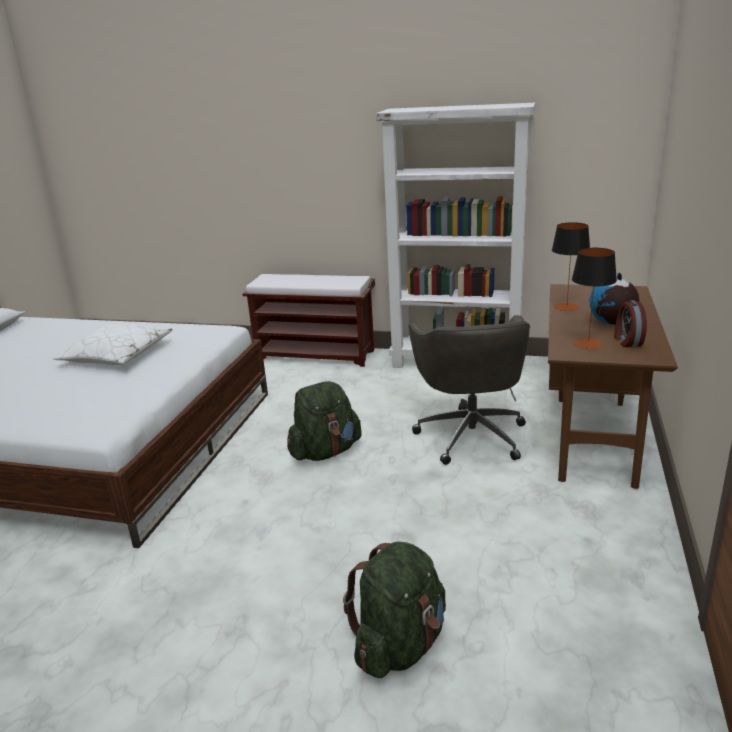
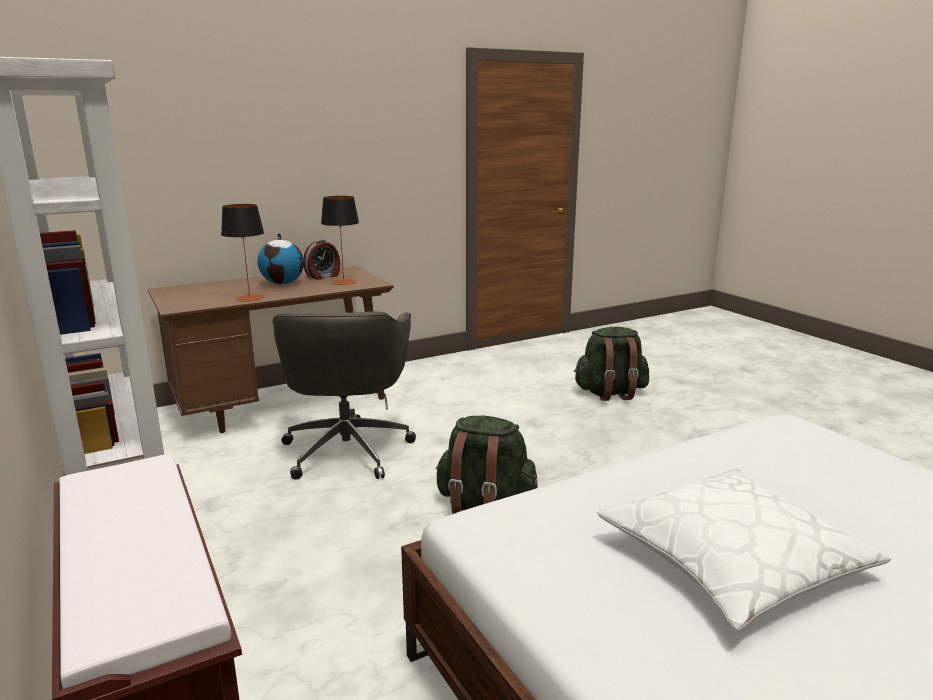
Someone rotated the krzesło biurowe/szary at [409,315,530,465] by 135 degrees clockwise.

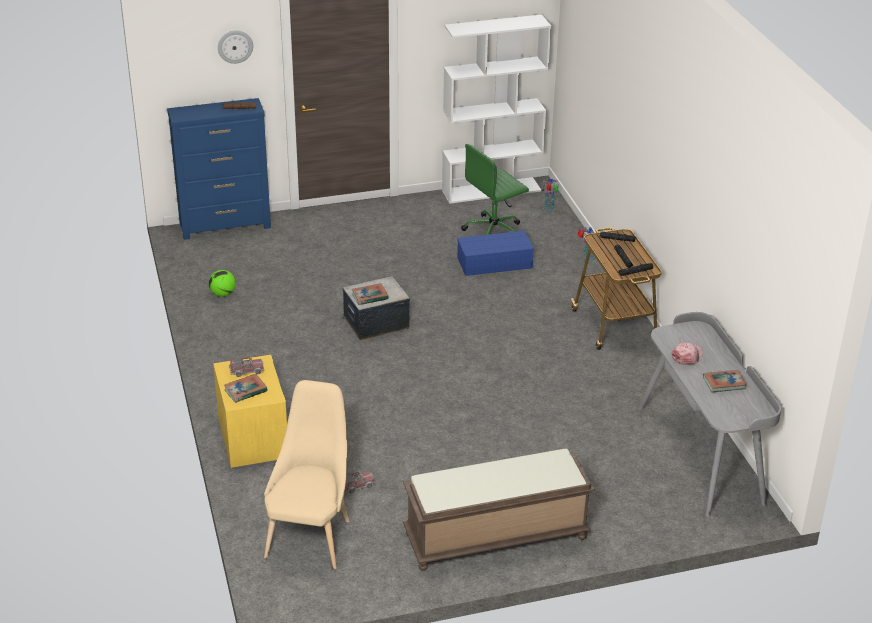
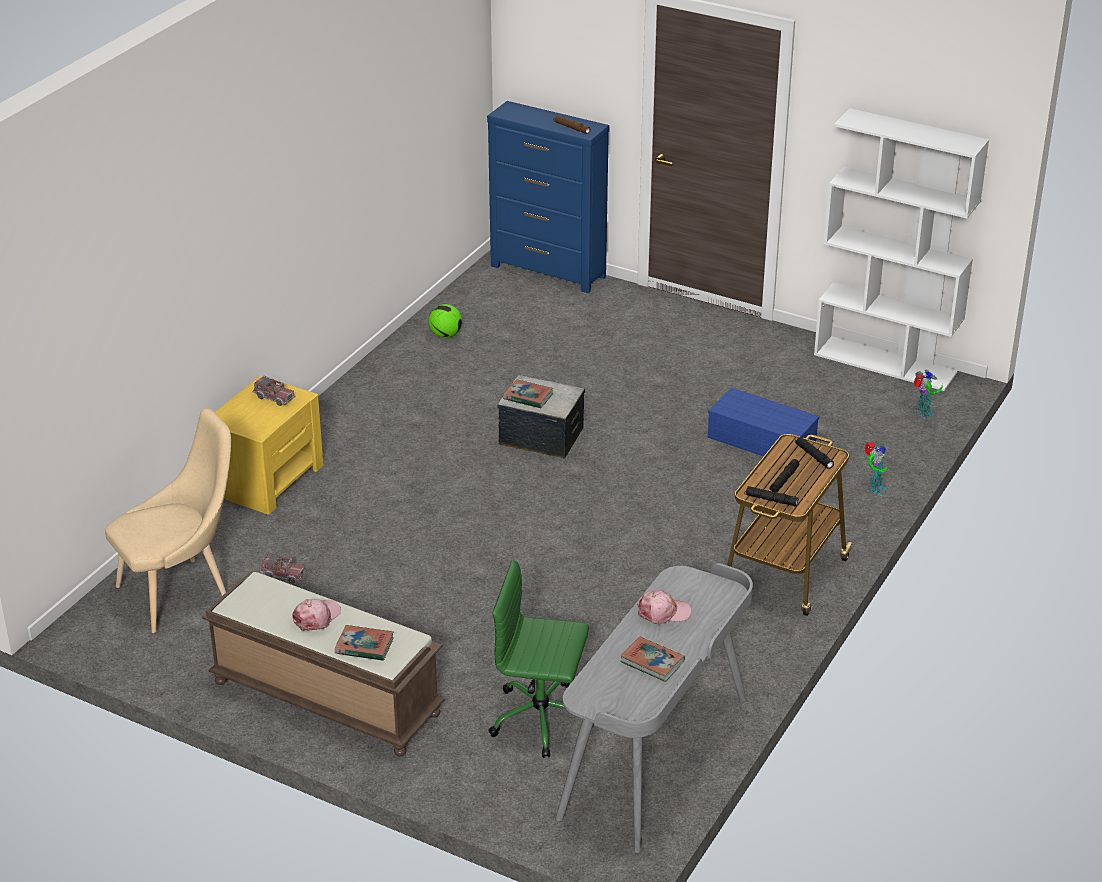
Someone put down the czapka z daszkiem/różowy at [292,599,341,631].
Someone carried the książka from [224,374,268,403] to [335,625,394,661].
Someone carried the krzesło biurowe/zielony from [461,144,529,235] to [488,559,594,758].
Someone took away the zegar ścienny at [218,31,253,64].

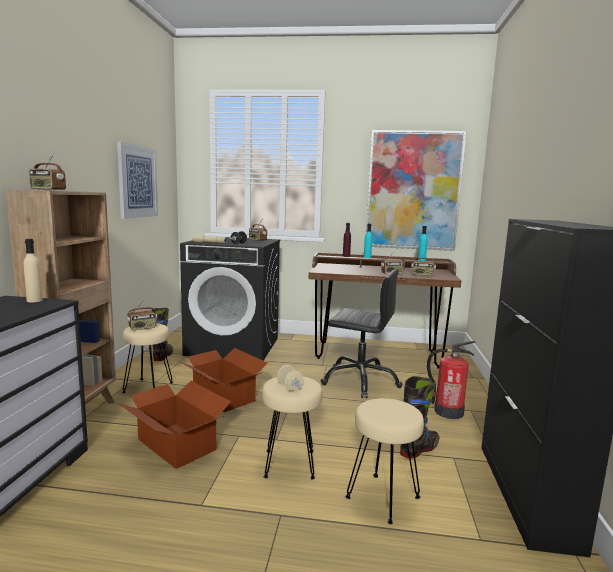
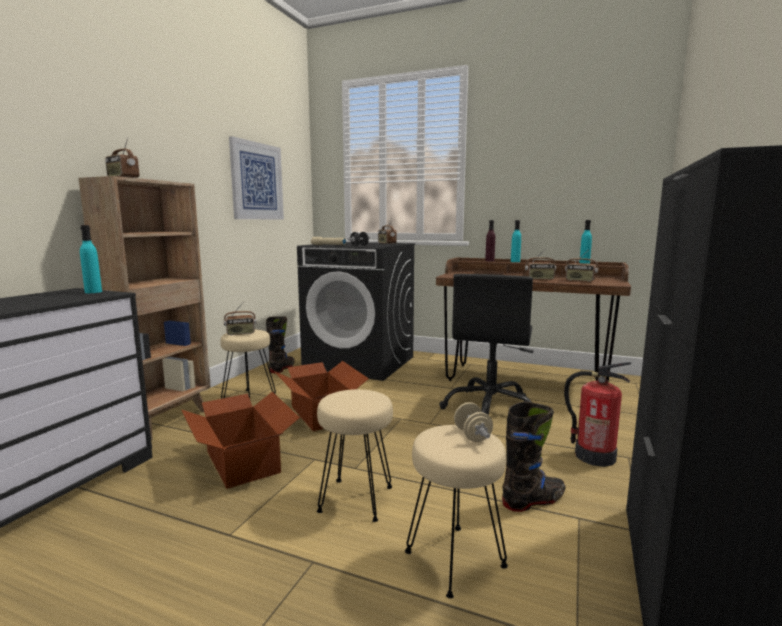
Someone repainted the butelka/beżowy at [23,239,43,302], which became the butelka/turkusowy at [80,225,102,293].
Someone rotated the krzesło biurowe/czarny at [321,269,403,398] by 75 degrees clockwise.
Someone carried the hantel/beżowy from [277,365,303,391] to [454,402,493,442].
Someone took away the obraz at [366,130,466,251].

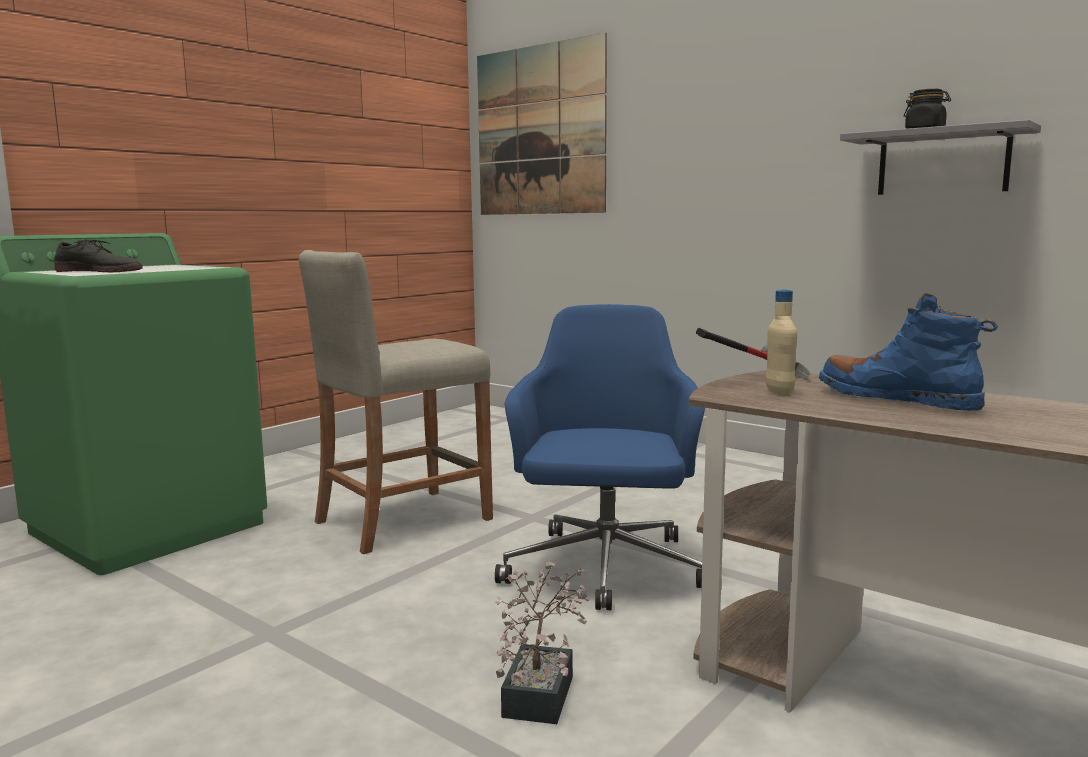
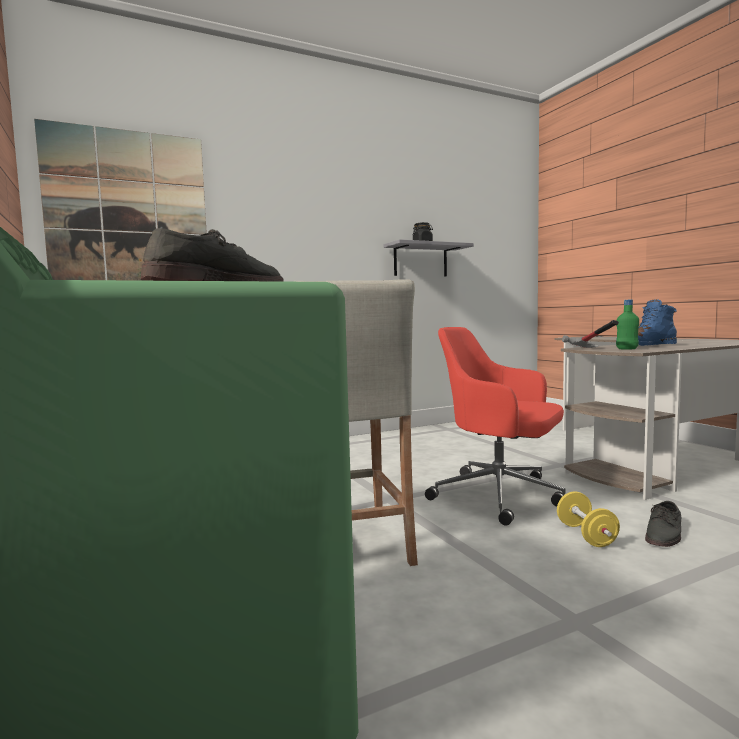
Someone repainted the krzesło biurowe/niebieski at [495,304,705,610], which became the krzesło biurowe/czerwony at [425,327,565,526].
Someone put down the hantel/żółty at [557,492,620,547].
Someone repainted the butelka/beżowy at [765,290,797,395], which became the butelka/zielony at [616,299,639,349].
Someone swapped the roślina doniczkowa at [495,562,589,724] for the but/szary at [645,501,681,547].

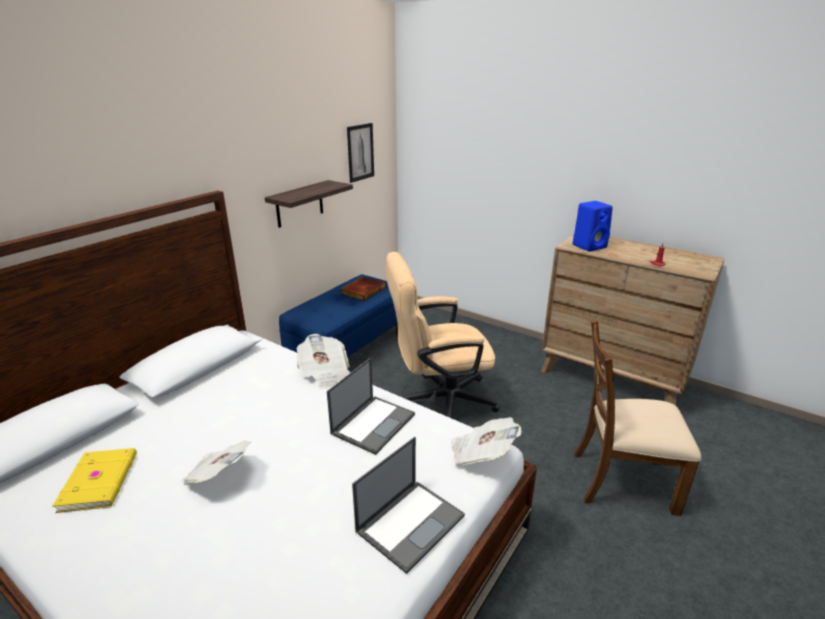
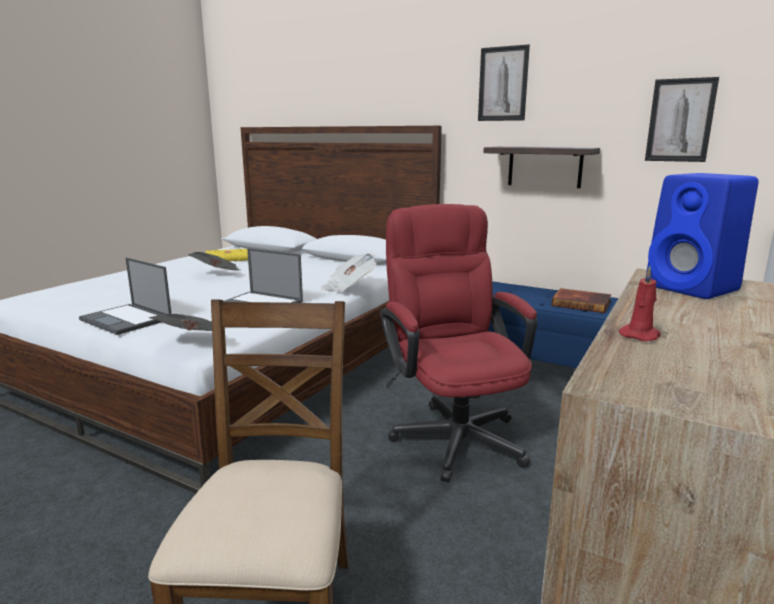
Someone repainted the krzesło biurowe/beżowy at [386,252,500,418], which became the krzesło biurowe/czerwony at [380,204,537,483].
Someone put up the obraz at [478,44,530,121].

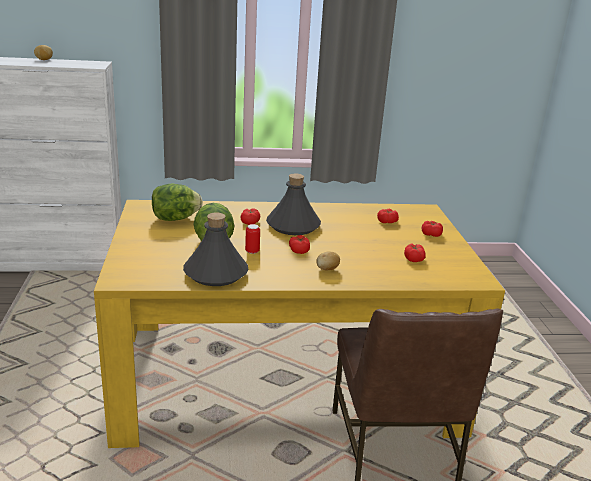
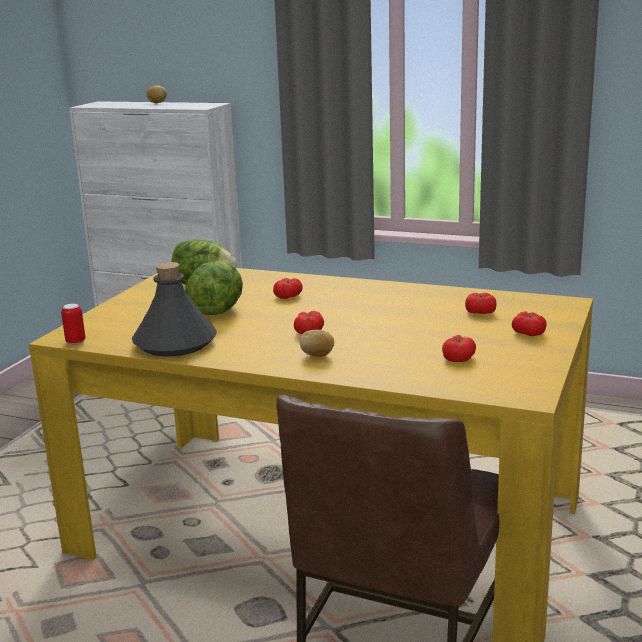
Someone carried the puszka from [245,224,260,254] to [61,303,86,344].
Someone took away the butelka/szary at [266,174,321,235].

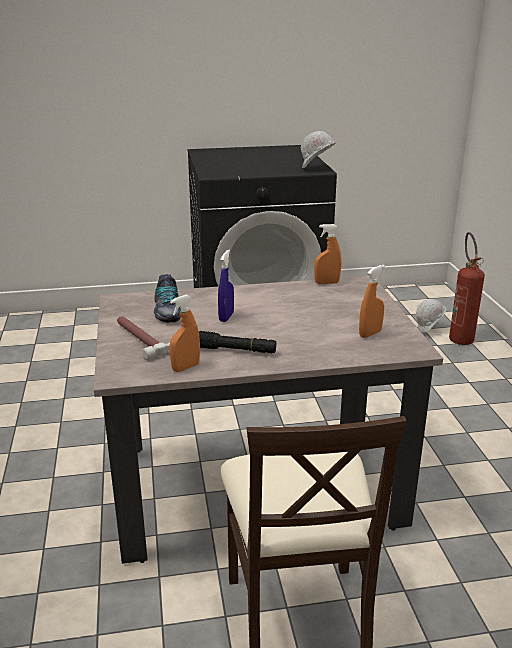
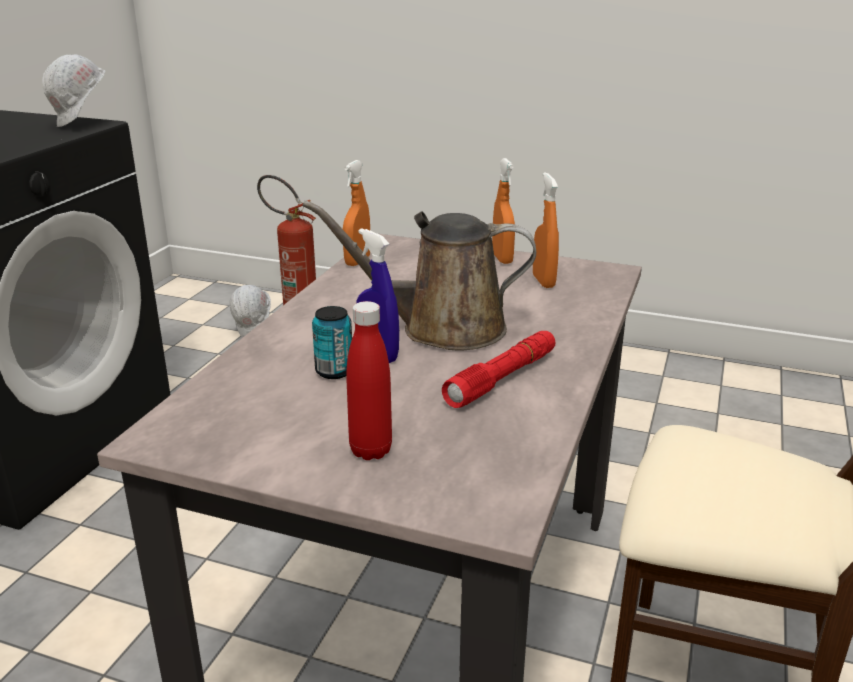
Someone put down the konewka/brązowy at [302,200,536,351].
Someone put down the puszka at [312,306,352,379].
Someone swapped the młotek at [117,316,170,360] for the butelka/czerwony at [346,301,392,460].
Someone repainted the latarka/czarny at [199,331,276,353], which became the latarka/czerwony at [442,331,556,408].
Someone carried the spryskiwacz/pomarańczowy from [169,295,200,372] to [492,158,515,264].
Someone took away the but at [154,274,181,323].

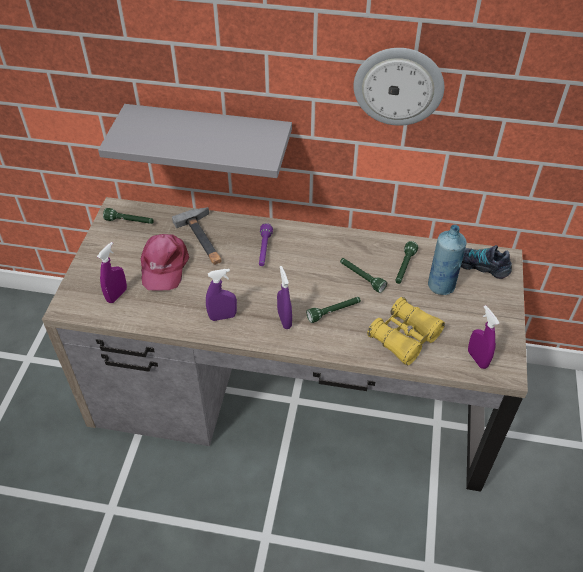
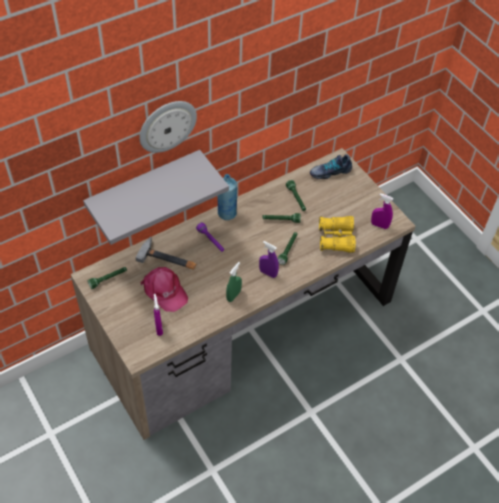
Someone carried the zegar ścienny from [354,48,444,126] to [139,101,197,153].
Someone carried the butelka/niebieski from [428,225,466,295] to [218,174,237,220].
Someone repainted the spryskiwacz/fioletowy at [206,269,237,321], which became the spryskiwacz/zielony at [226,262,242,302].

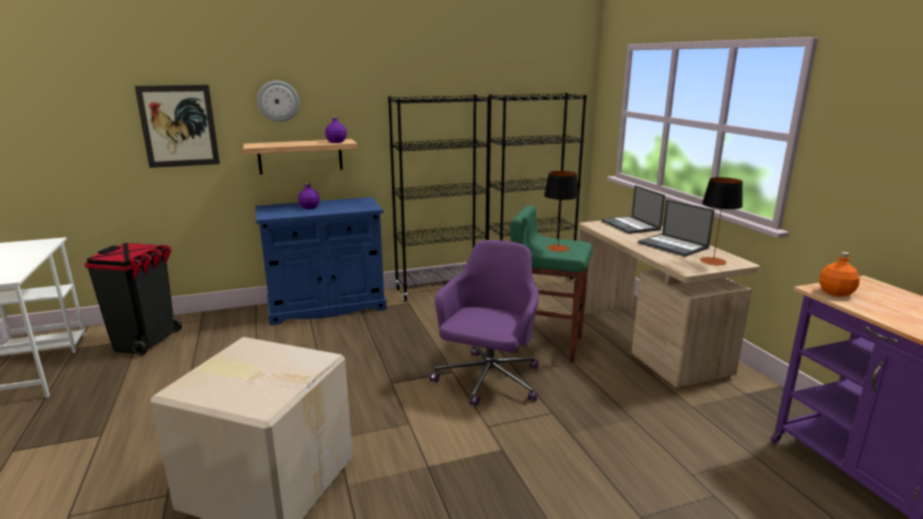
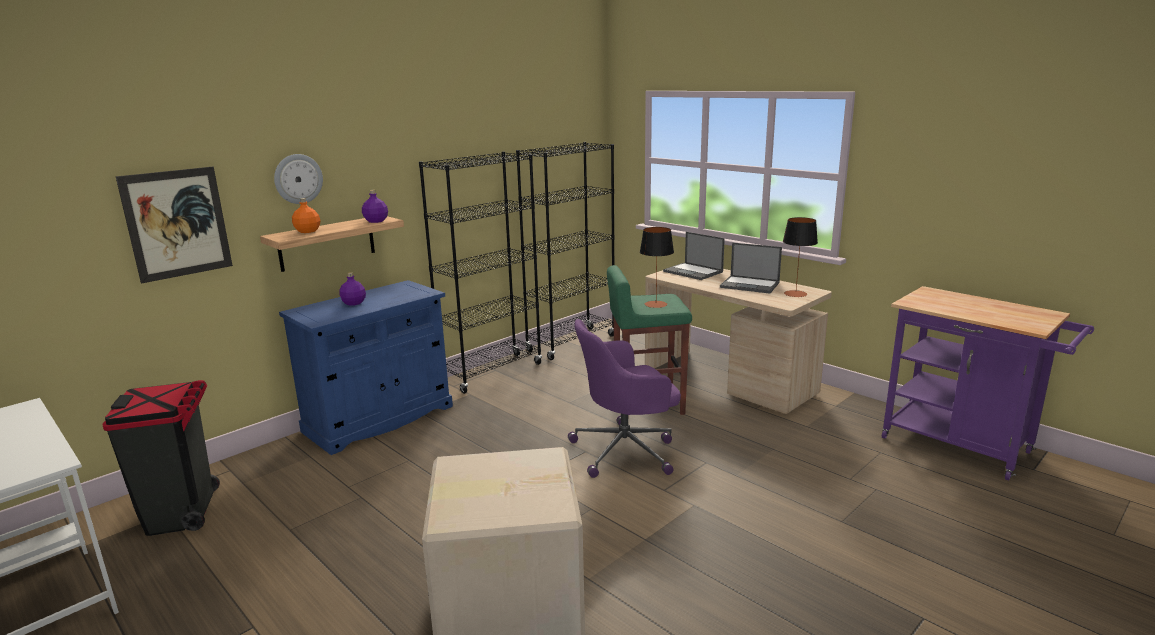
Someone carried the butelka/pomarańczowy from [820,252,860,297] to [292,198,320,233].
Someone rotated the krzesło biurowe/fioletowy at [429,240,539,406] by 105 degrees counterclockwise.

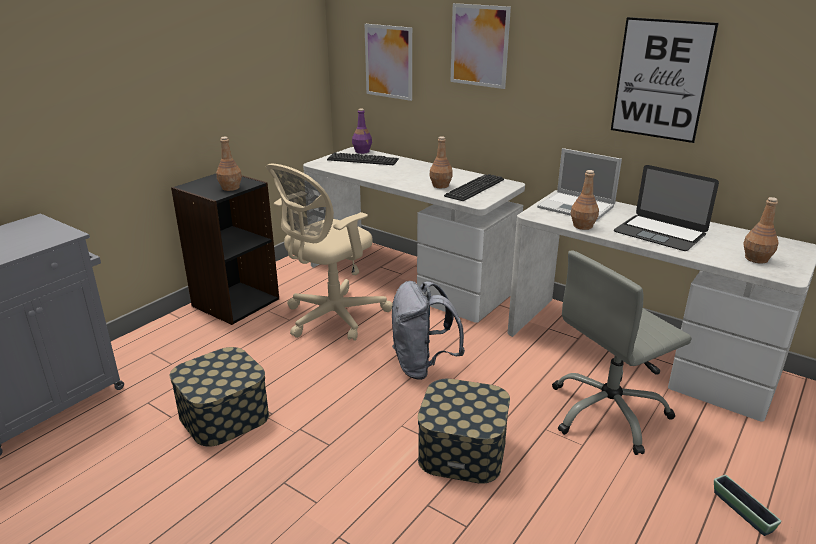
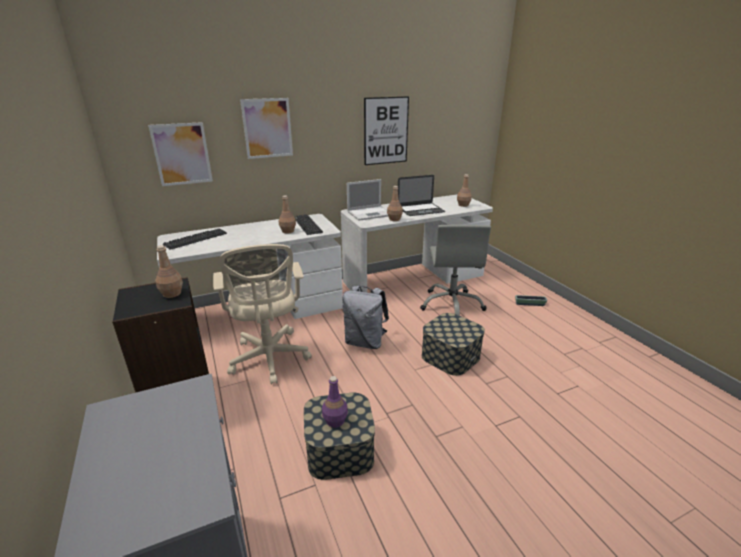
Someone carried the butelka/fioletowy from [352,109,372,154] to [322,376,348,428].

